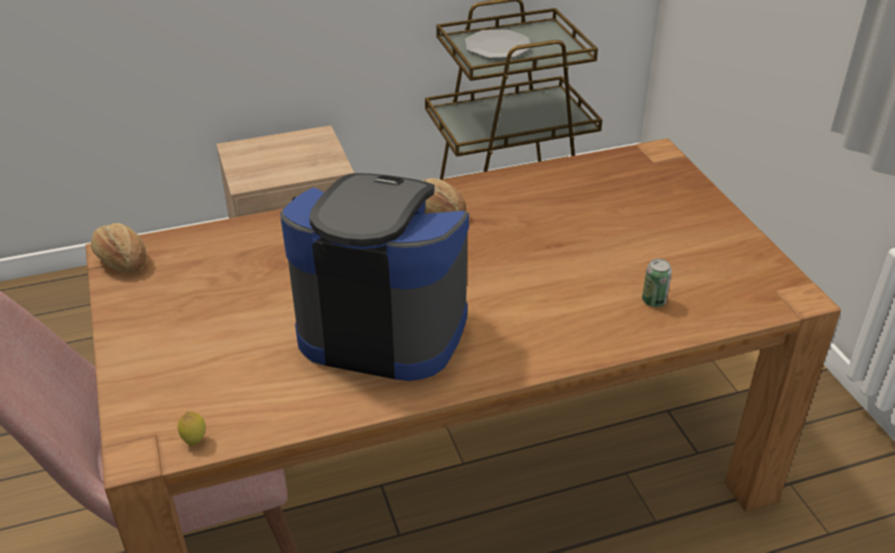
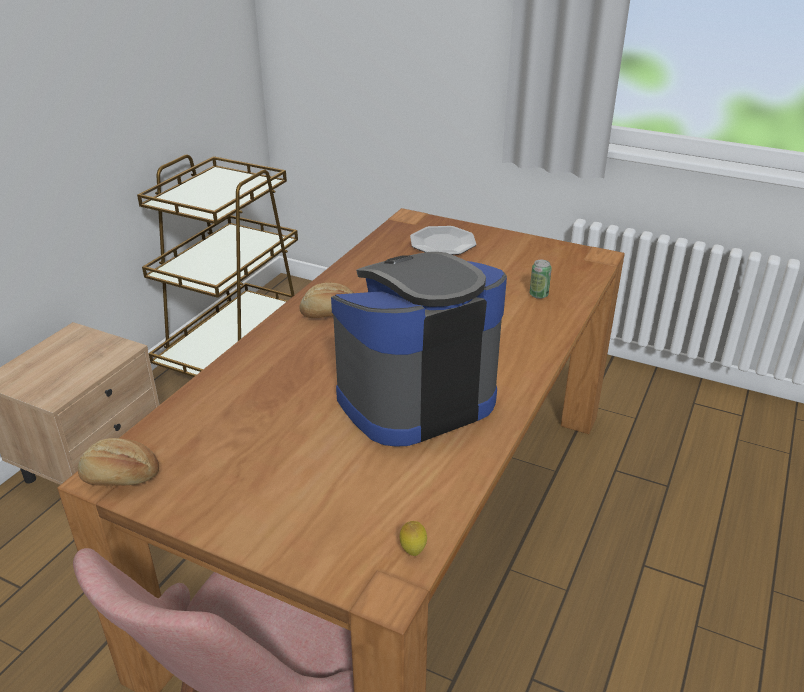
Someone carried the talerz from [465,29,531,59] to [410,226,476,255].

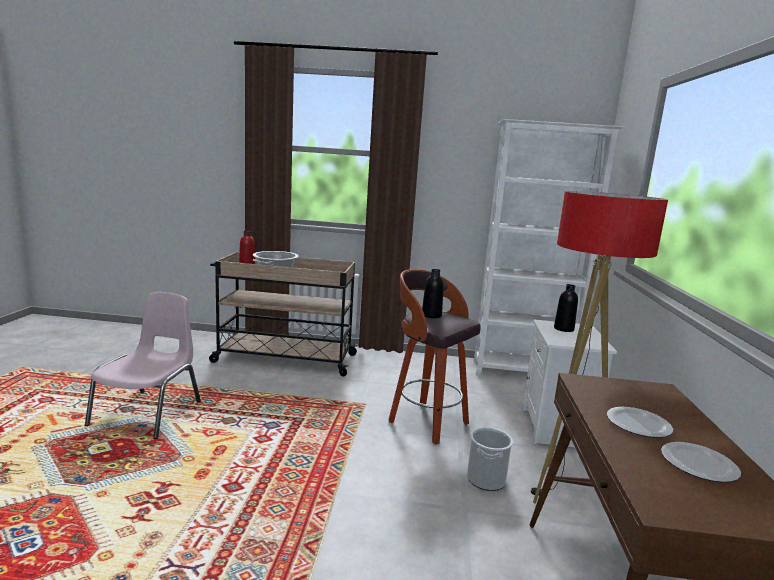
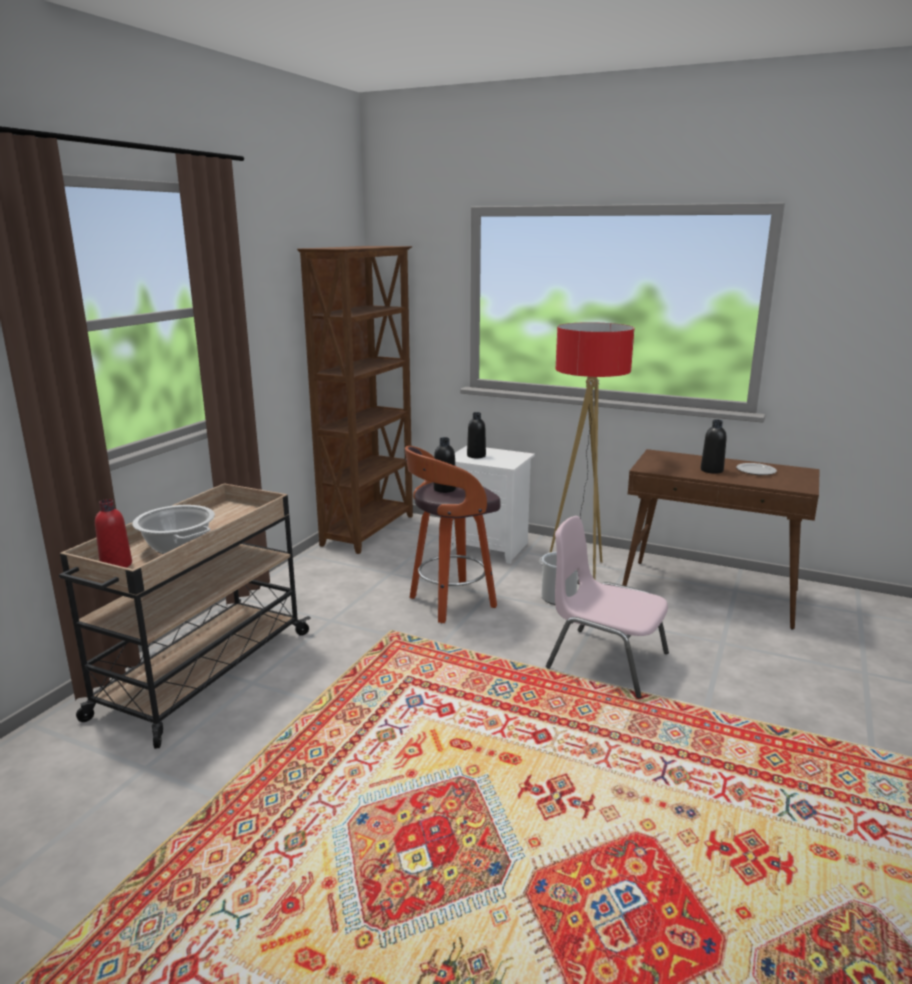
Someone repainted the regał/biały at [474,119,624,375], which became the regał/brązowy at [297,246,413,554].
Someone carried the krzesło/różowy from [85,292,201,439] to [546,516,669,698].
Someone swapped the talerz at [607,407,673,438] for the butelka/czarny at [701,420,727,474].

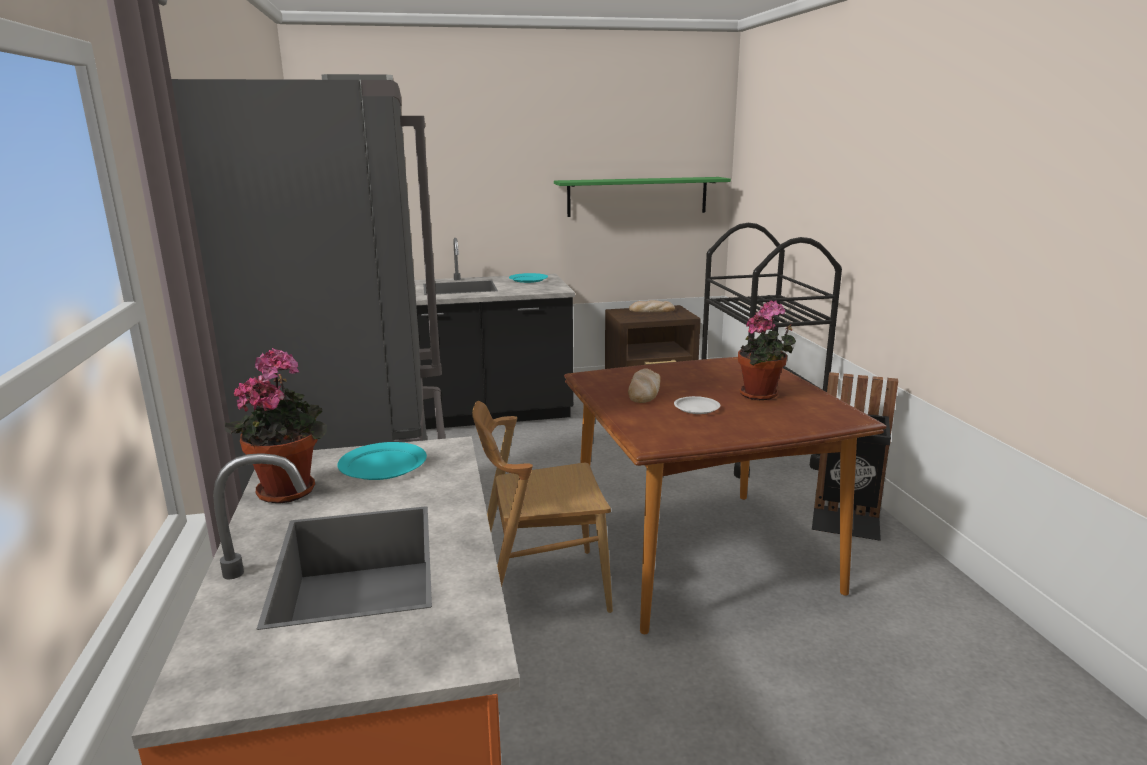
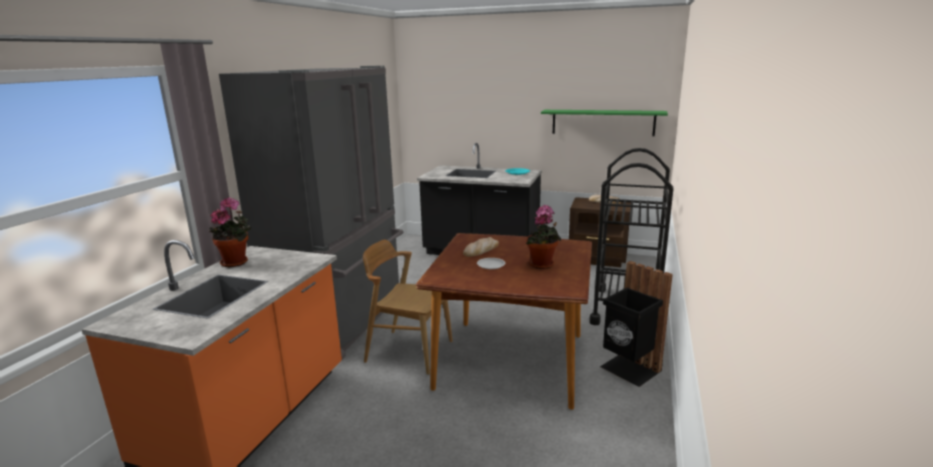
Someone took away the talerz/turkusowy at [337,442,427,480].

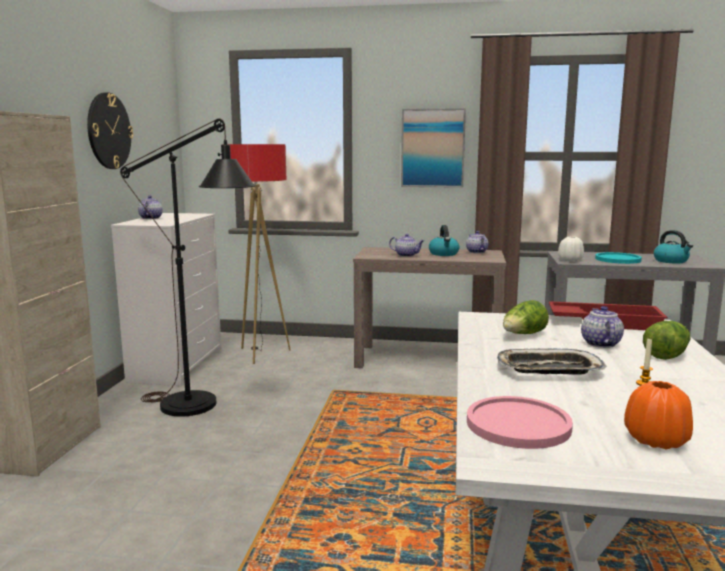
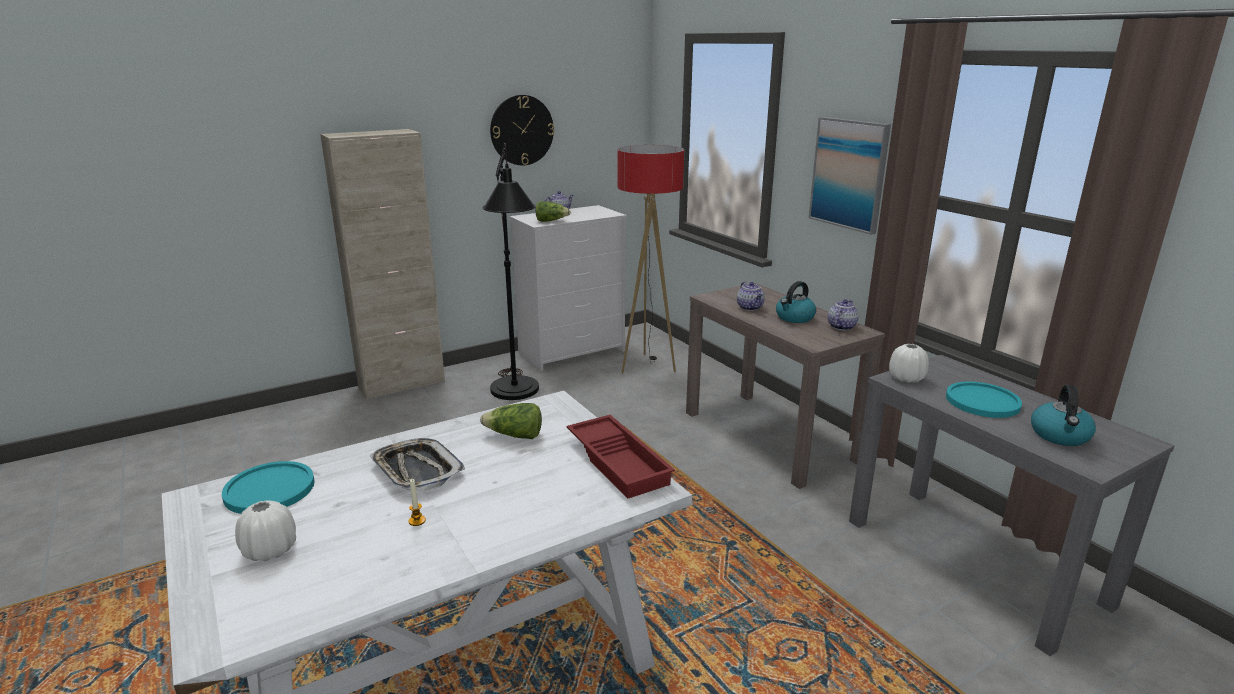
Someone repainted the talerz/różowy at [467,396,573,449], which became the talerz/turkusowy at [222,461,315,514].
Someone repainted the wazon/pomarańczowy at [624,381,693,449], which became the wazon/biały at [235,501,296,561].
Someone carried the sałata from [643,321,691,360] to [536,201,571,222].
Someone took away the imbryk at [581,306,624,348].

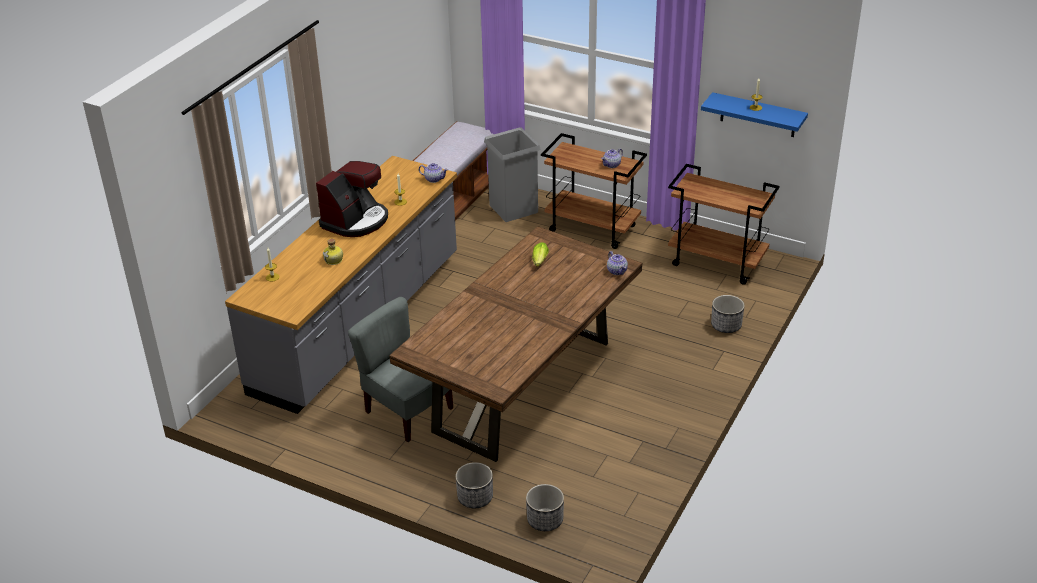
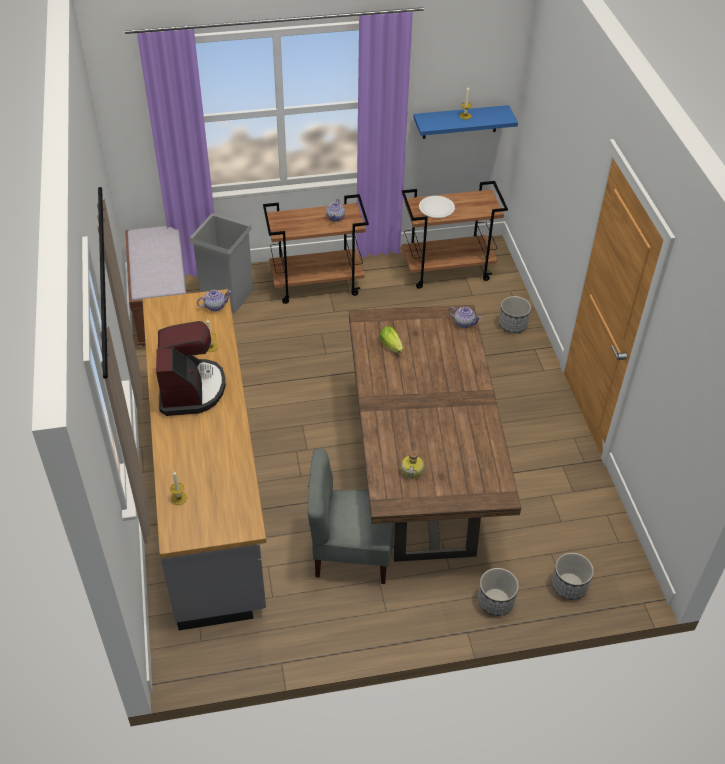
Someone carried the butelka from [323,239,343,265] to [401,451,424,479].
Someone put down the talerz/biały at [419,196,455,218].

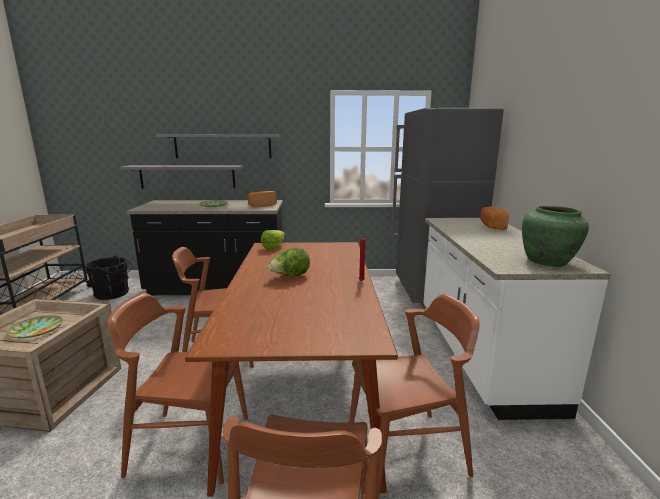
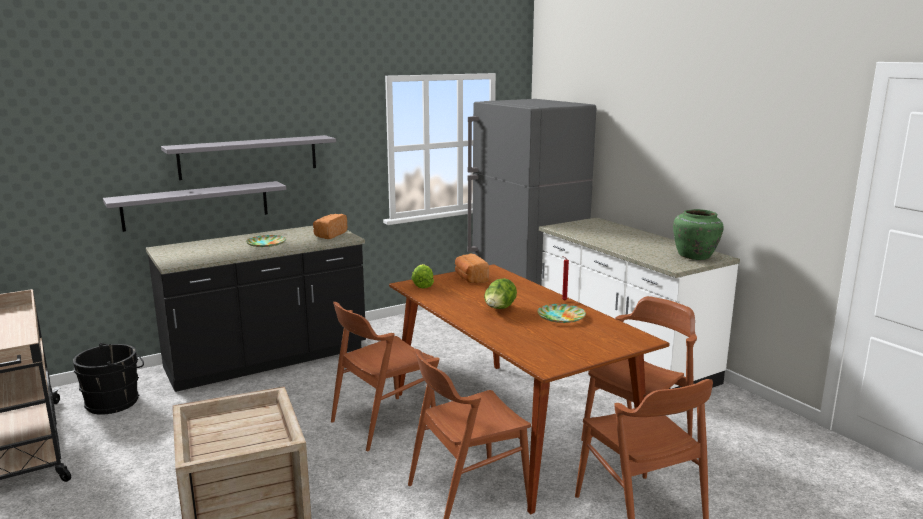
Someone carried the chleb from [480,206,509,230] to [455,253,489,283].
Someone carried the talerz from [7,315,63,338] to [537,304,586,323].

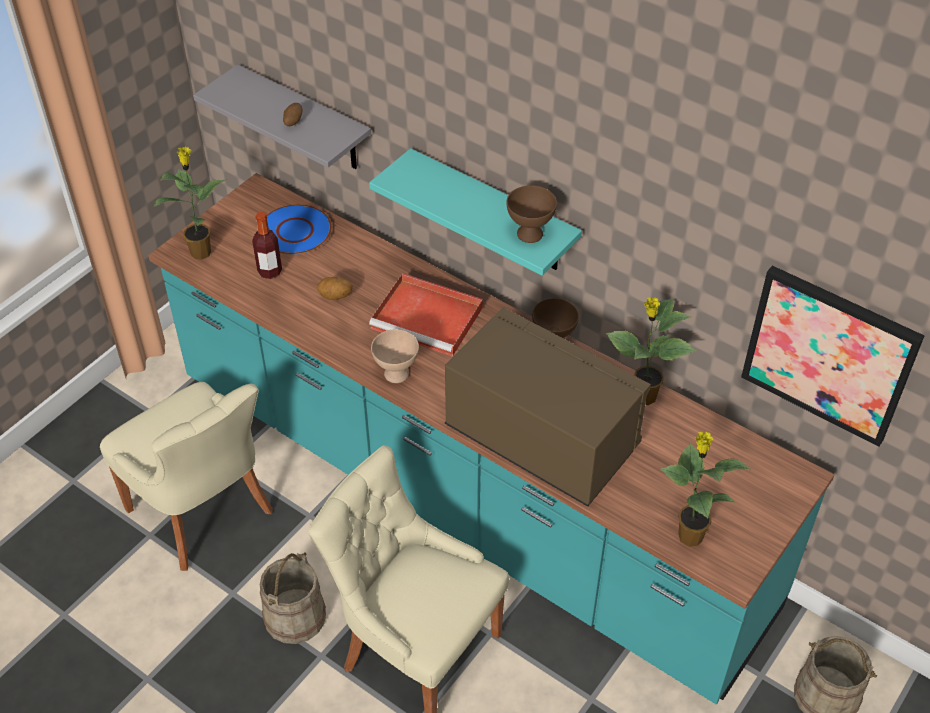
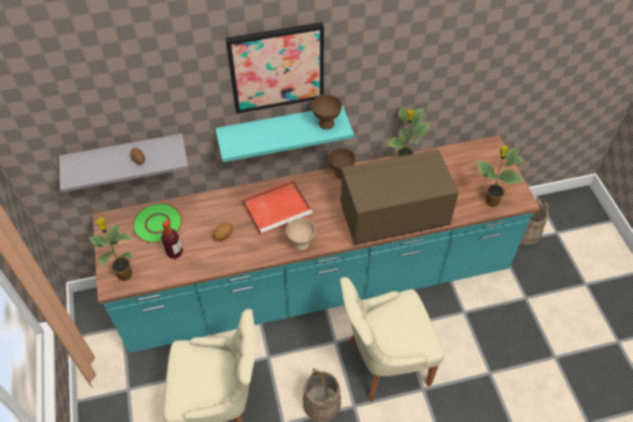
Someone repainted the talerz/niebieski at [267,204,332,255], which became the talerz/zielony at [132,203,182,243].
Someone carried the obraz from [741,266,925,447] to [225,22,324,114].

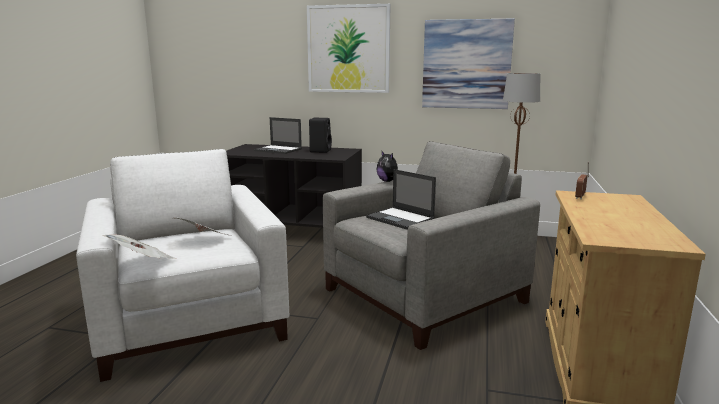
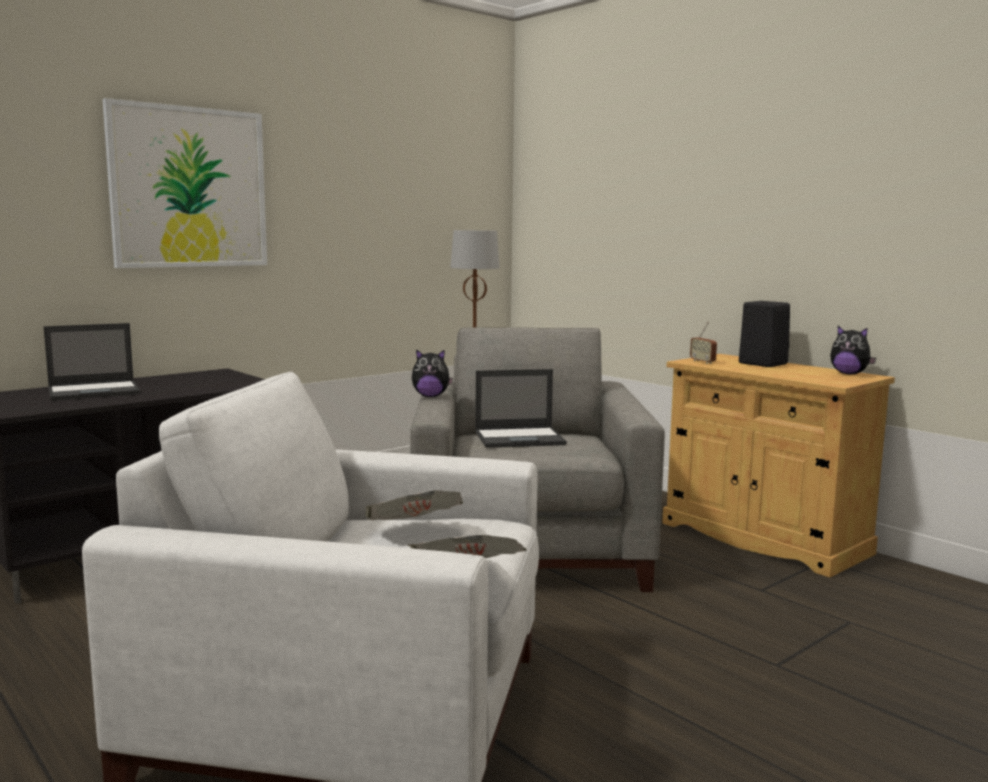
Someone carried the głośnik/czarny from [309,118,332,153] to [739,301,790,367].
Someone put down the pluszak at [830,326,876,375].
Someone took away the obraz at [422,18,515,109].

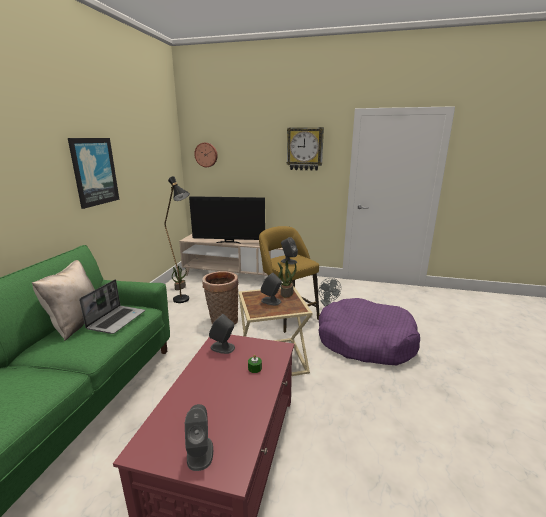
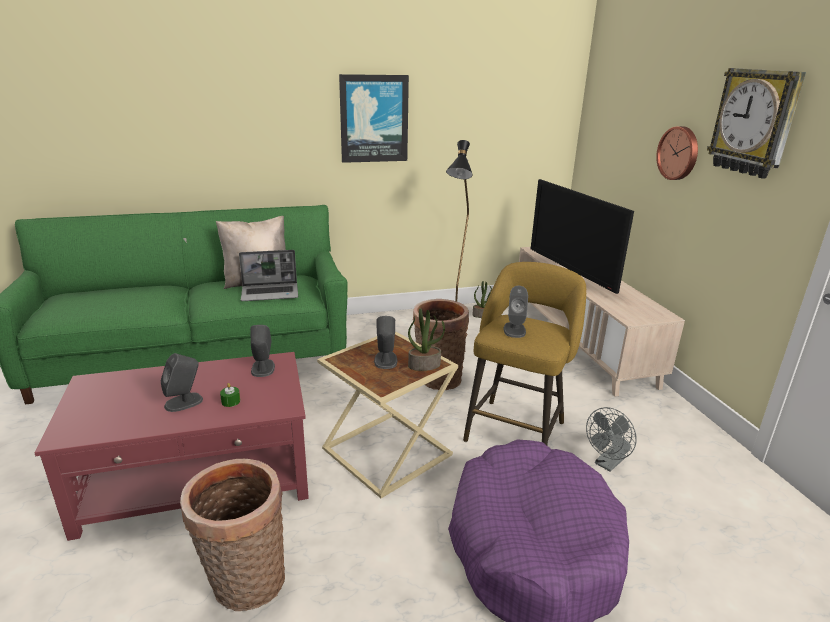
Someone carried the głośnik/szary from [185,404,213,471] to [161,353,203,412].
Someone put down the koszyk at [180,459,285,611].
Someone carried the zegar ścienny from [194,143,218,167] to [656,126,698,180].

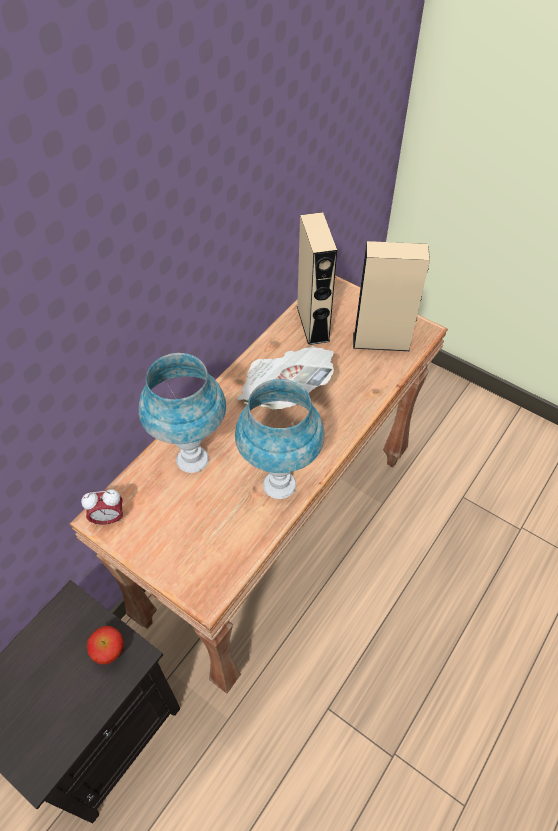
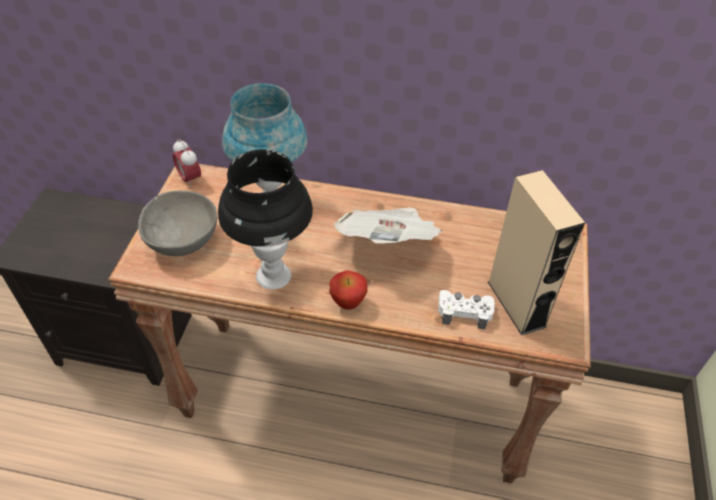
Someone put down the miska/szary at [138,191,217,256].
Someone repainted the lampa stołowa/niebieski at [235,379,325,499], which became the lampa stołowa/czarny at [218,149,313,289].
Someone carried the jabłko from [87,626,124,664] to [329,270,367,310].
Someone put down the pad do gier/biały at [438,290,495,329].
Someone took away the głośnik/beżowy at [297,212,337,345].

